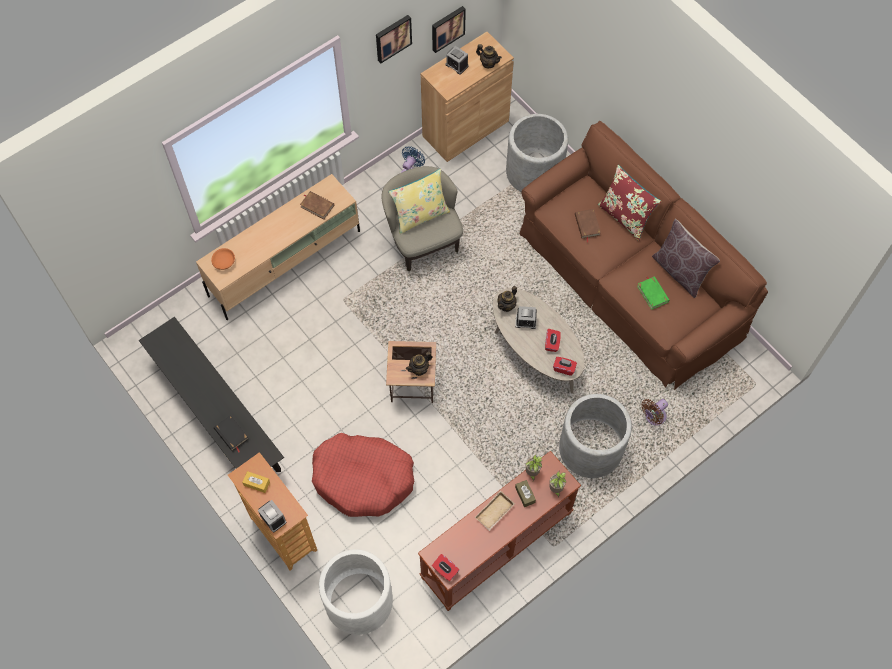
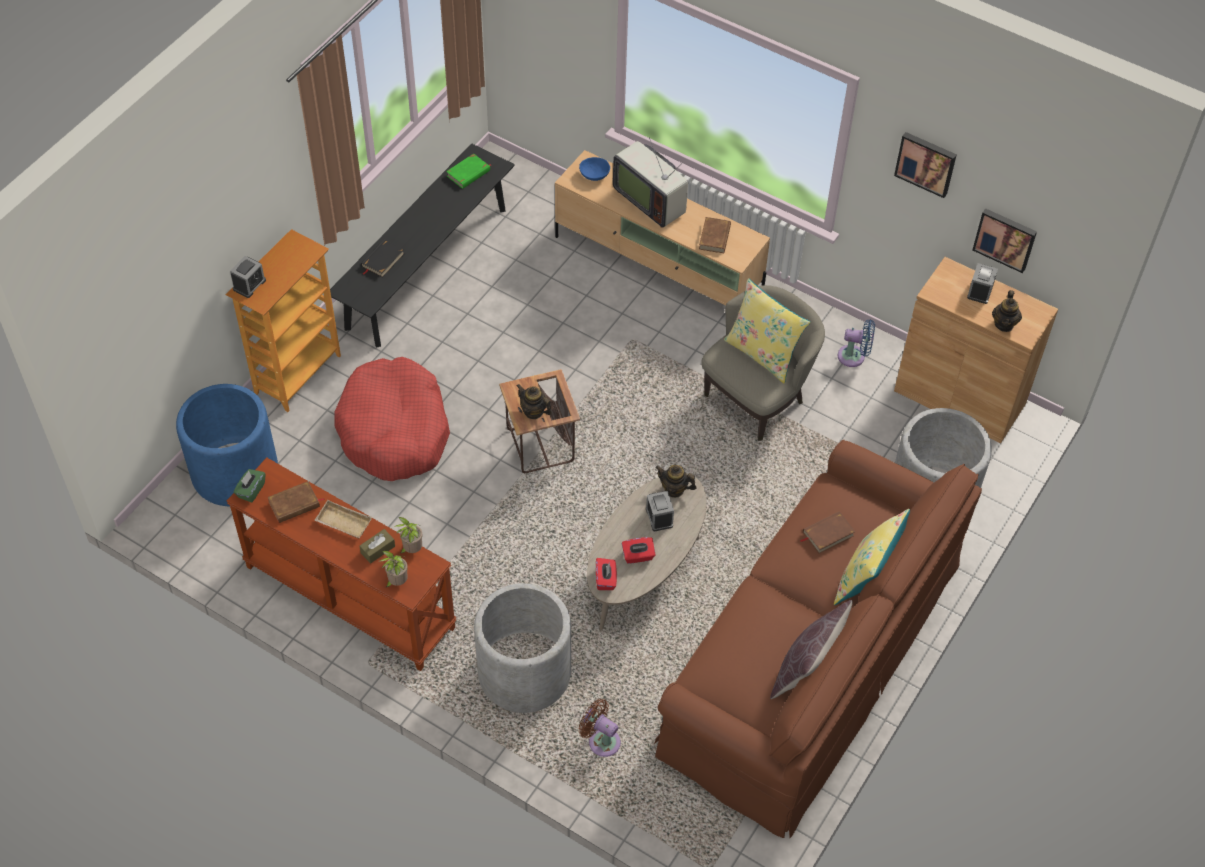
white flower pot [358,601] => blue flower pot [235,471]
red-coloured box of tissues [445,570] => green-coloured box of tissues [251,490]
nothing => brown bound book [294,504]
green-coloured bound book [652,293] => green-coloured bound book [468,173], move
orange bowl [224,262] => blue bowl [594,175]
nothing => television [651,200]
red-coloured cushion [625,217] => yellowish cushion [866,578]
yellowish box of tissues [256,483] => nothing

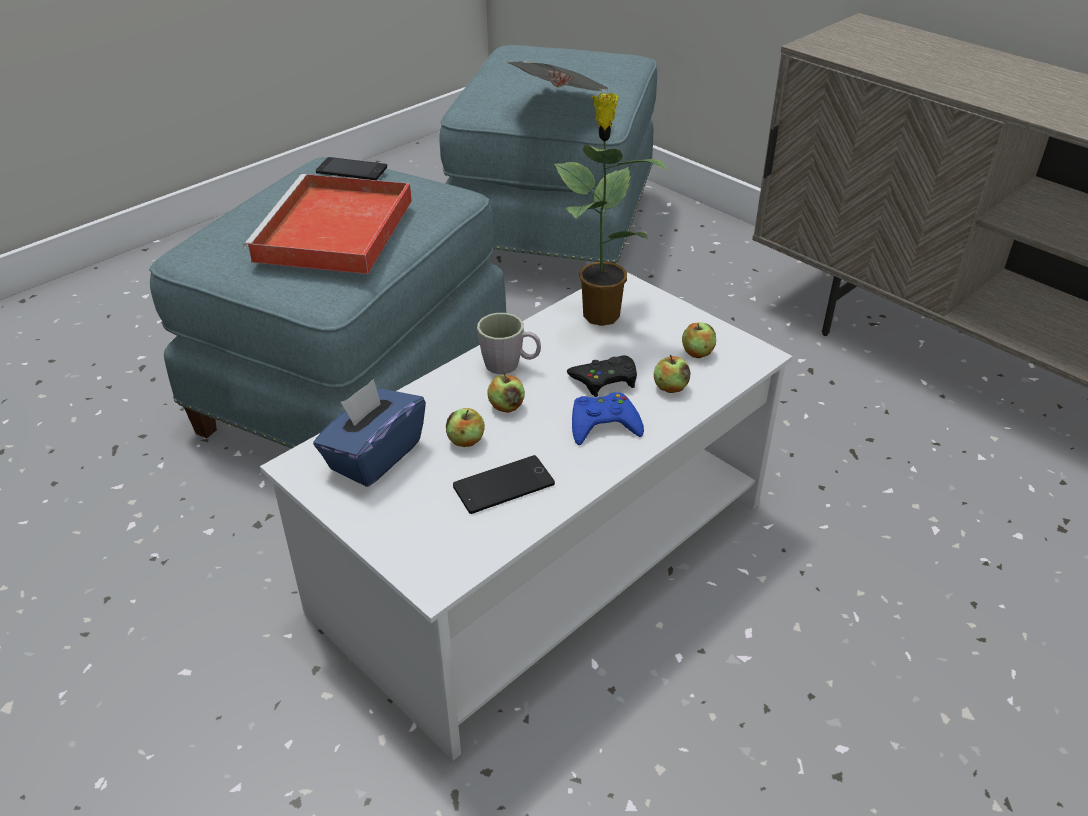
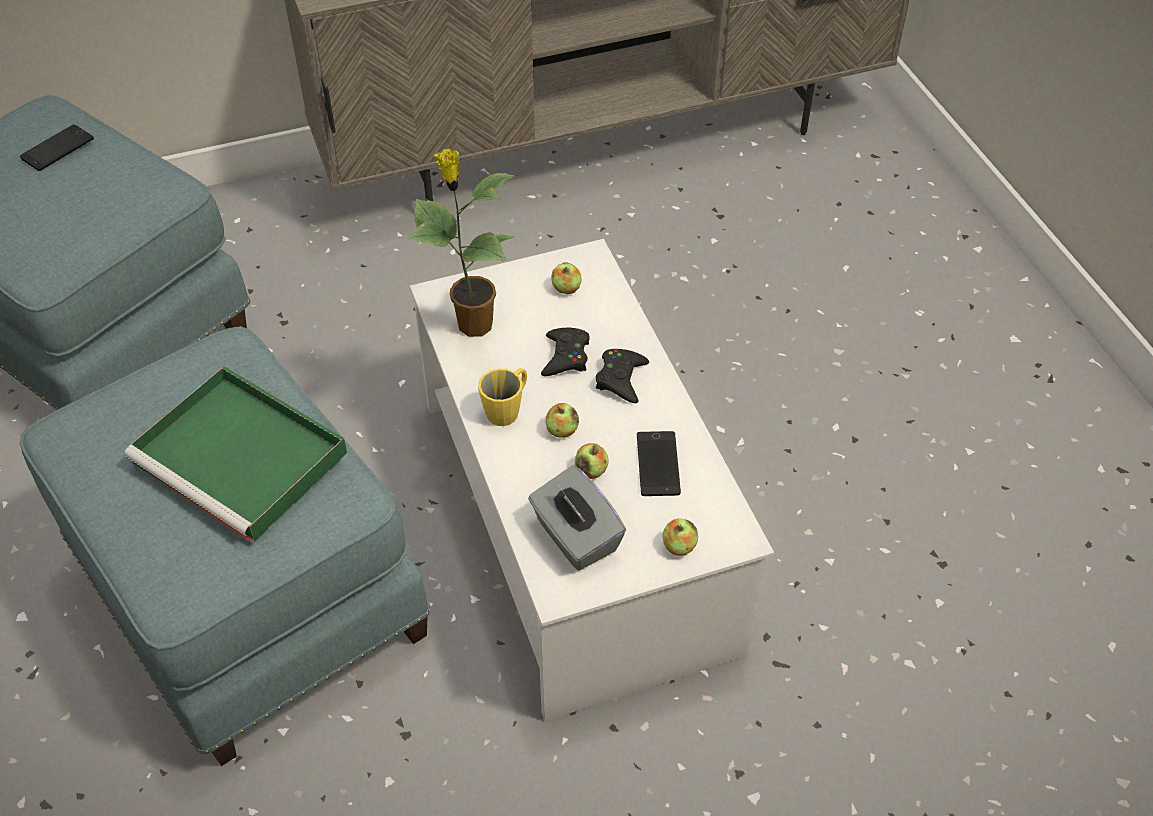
handset [351,170] => handset [57,148], move
red-coloured serving tray [334,232] => green-coloured serving tray [243,458]
greyish tea mug [510,365] => yellowish tea mug [507,409]
blue box of tissues [374,456] => greyish box of tissues [575,537]
blue game controller [603,425] => black-coloured game controller [621,379]
apple fruit [670,387] => apple fruit [679,546], move
daily paper [561,105] => nothing

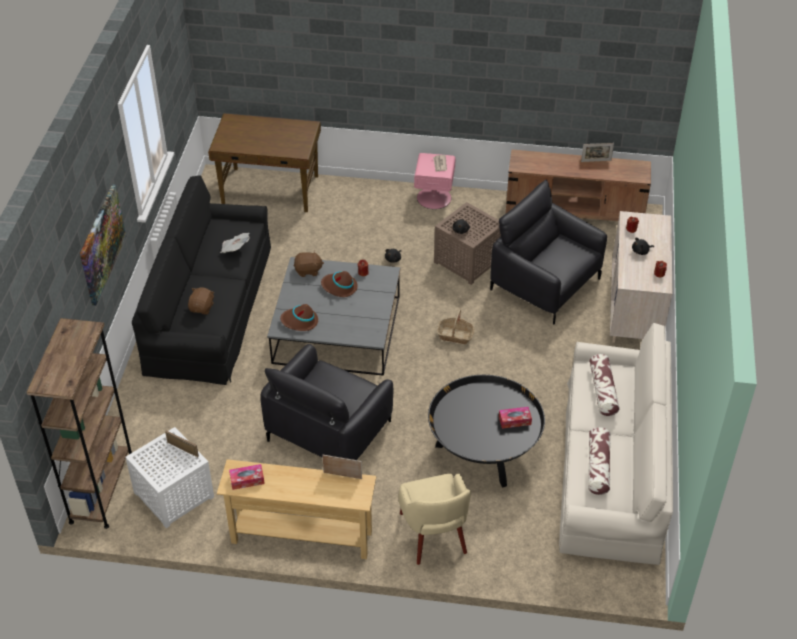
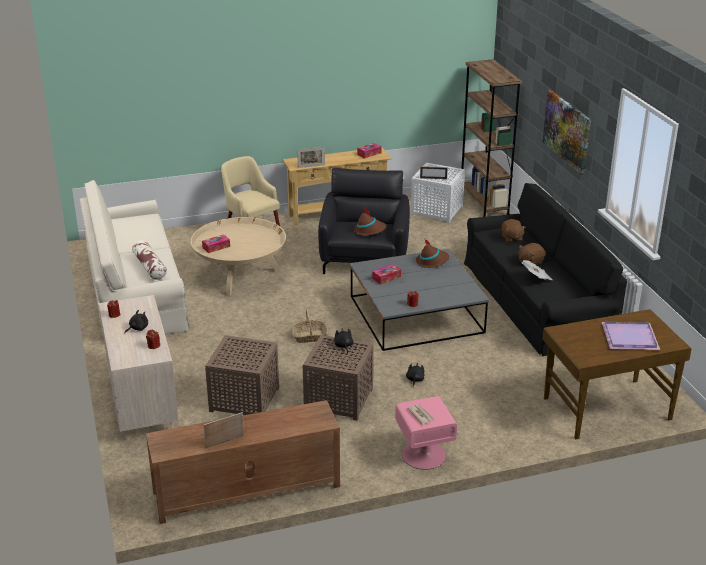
black-coloured coffee table [483,450] => sand-coloured coffee table [240,276]
black-coloured armchair [545,284] => brown side table [245,400]
brown wearable hat [339,287] => brown wearable hat [369,230], move
nothing => box of tissues [386,278]
brown cuddly toy [308,271] => brown cuddly toy [530,262], move
nothing => purple-coloured serving tray [631,338]
cushion [598,466] => nothing

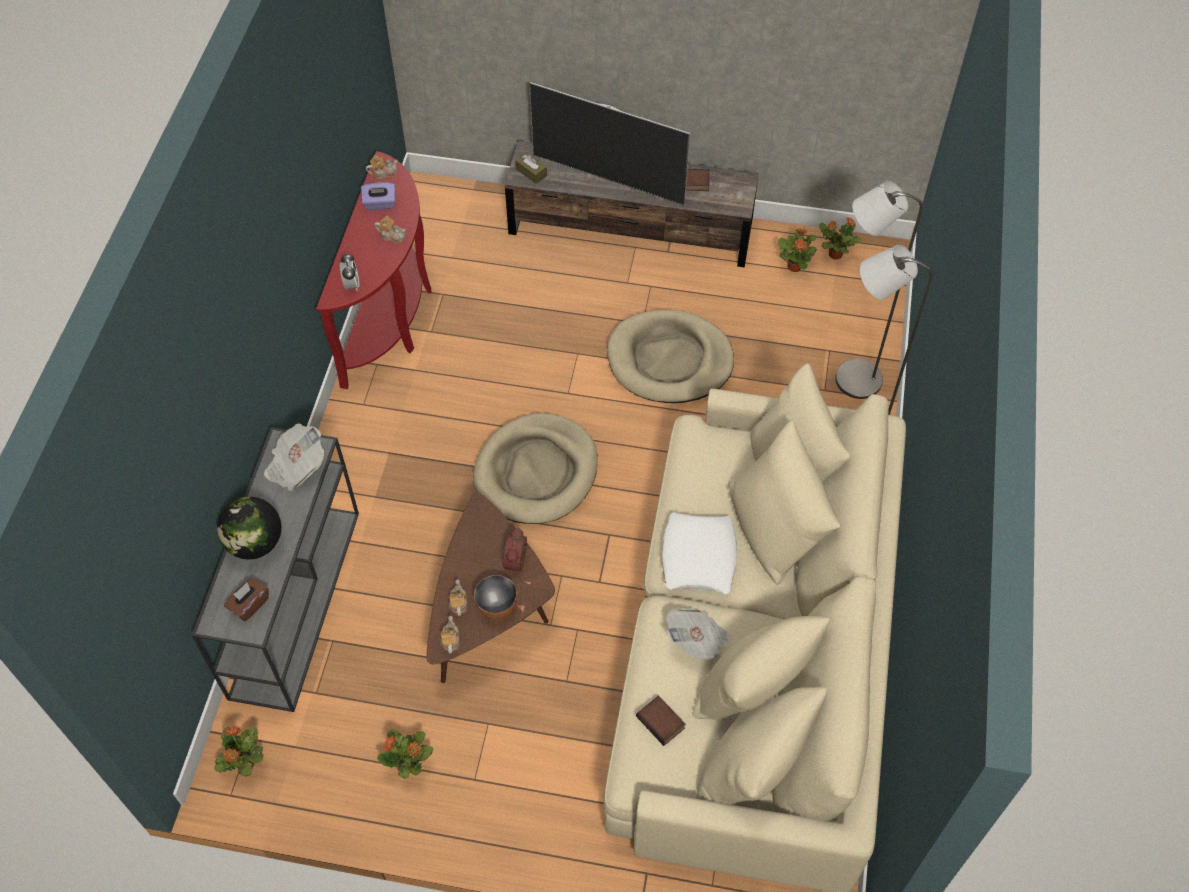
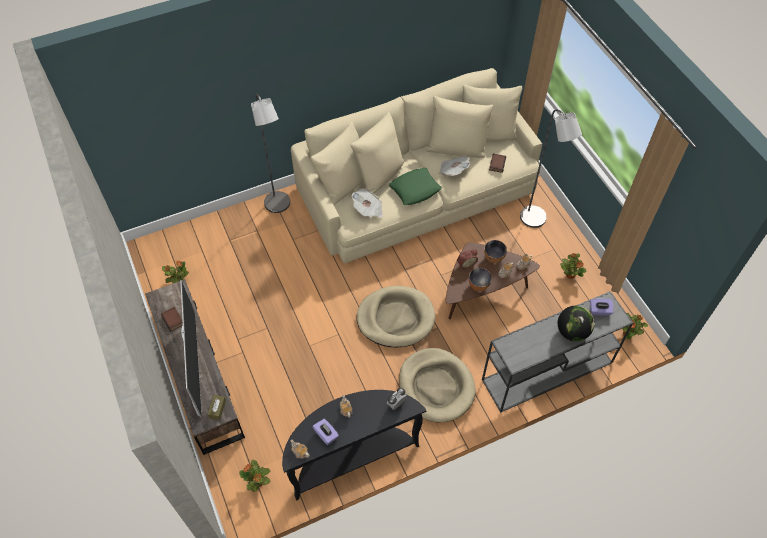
plant in a pot [834,254] => plant in a pot [258,483], move
red-coloured narrow table [392,317] => black-coloured narrow table [351,456]
daily paper [296,466] => daily paper [368,209], move
white cushion [699,557] => green-coloured cushion [415,189]
sand-coloured pet bed [669,360] => sand-coloured pet bed [436,386], move
nothing => bowl [478,286]
greyish floor lamp [849,379] => greyish floor lamp [536,220], move
brown box of tissues [249,605] => purple-coloured box of tissues [599,311]

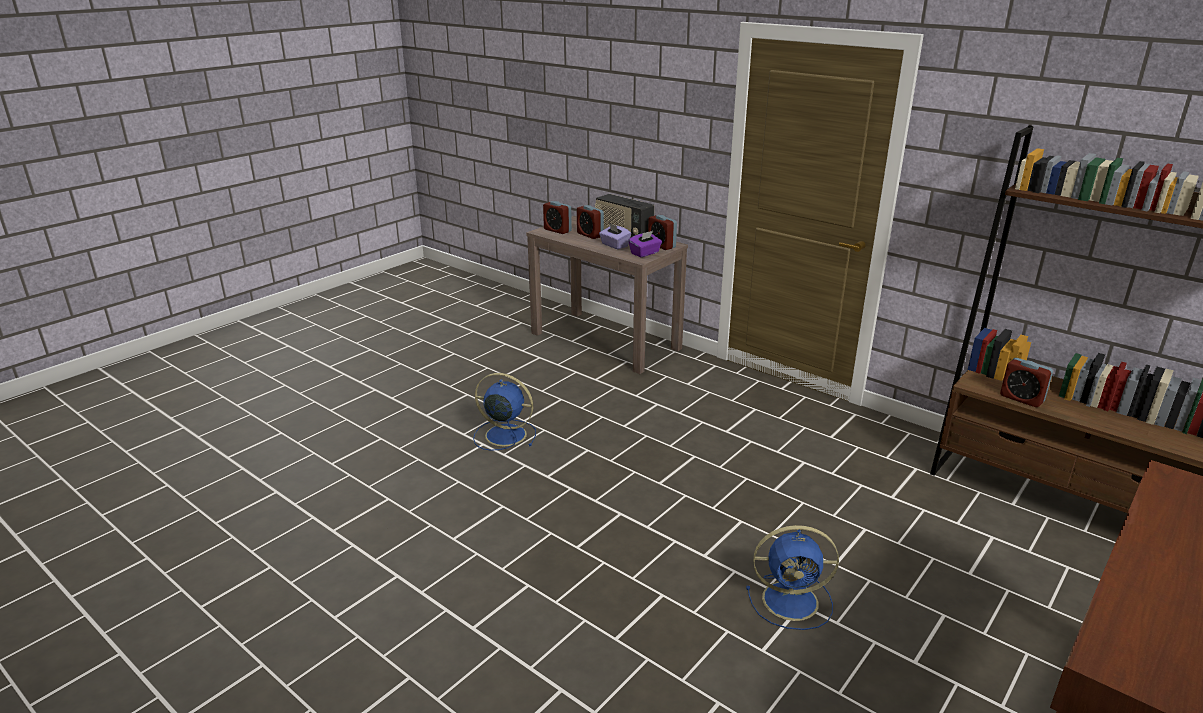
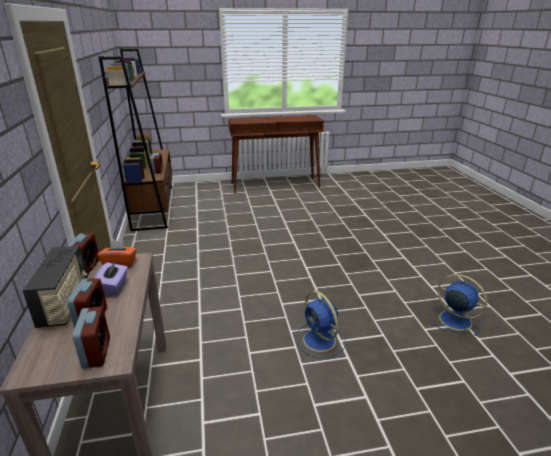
purple-coloured box of tissues [645,253] => orange box of tissues [120,264]
blue fan [792,601] => blue fan [453,319], move

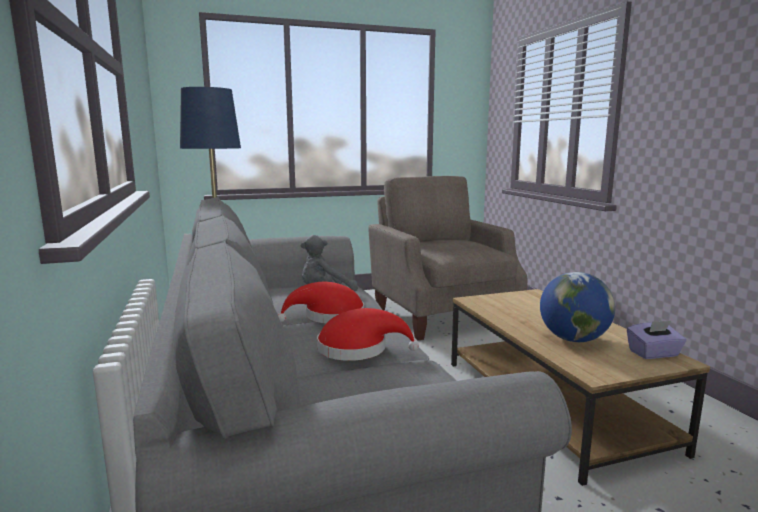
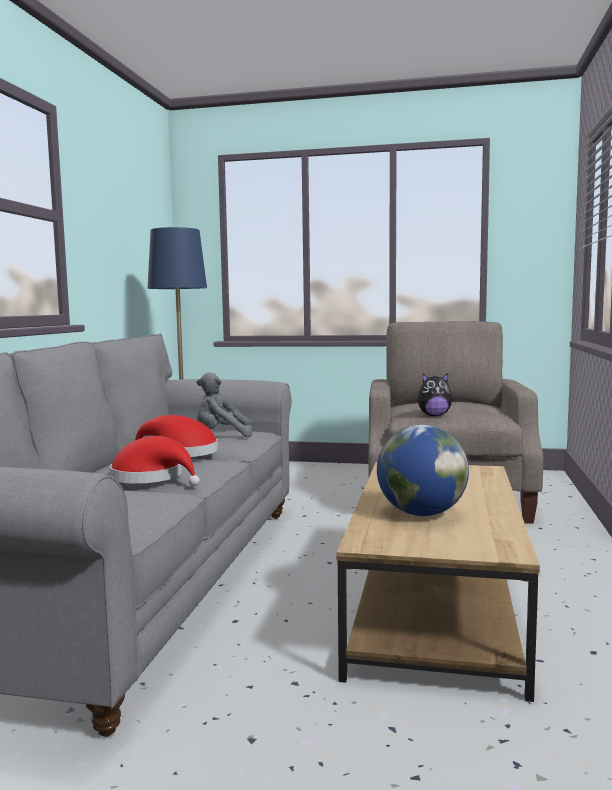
nothing => cuddly toy [434,415]
purple-coloured box of tissues [654,354] => nothing

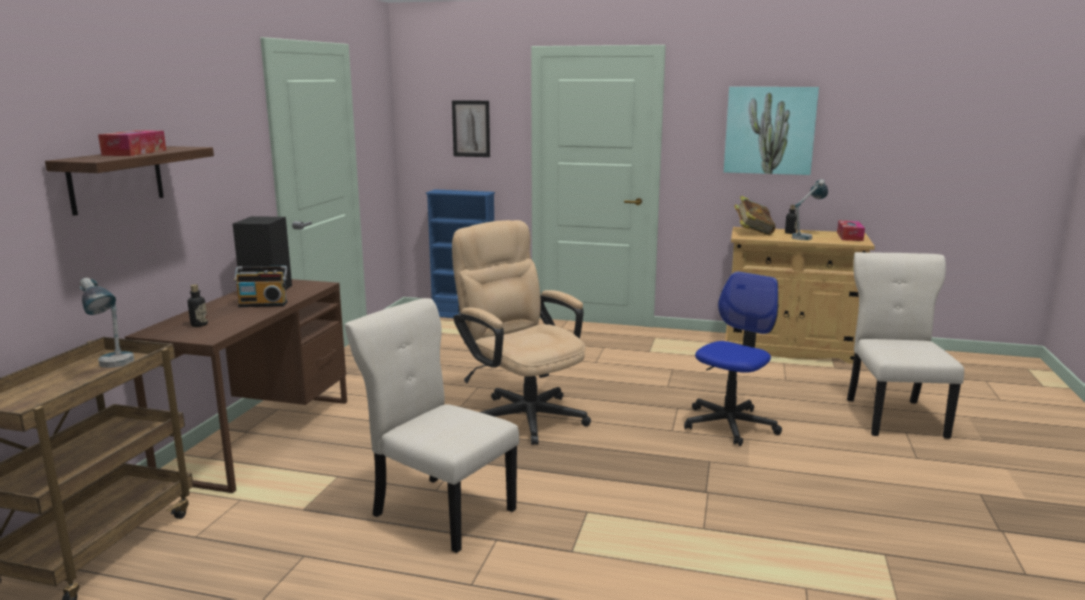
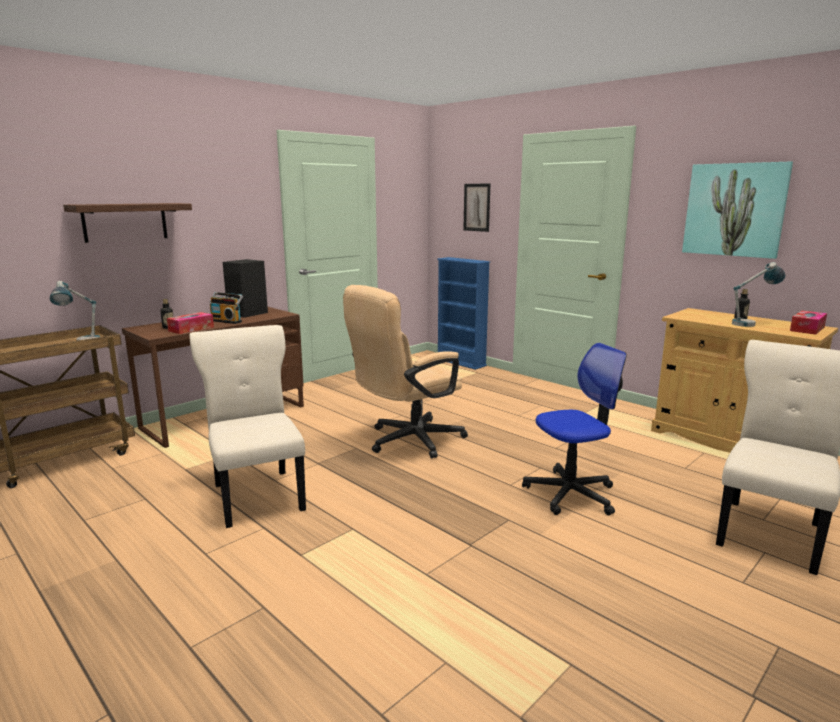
box of tissues [134,153] => box of tissues [191,329], move
sand-coloured office chair [522,413] => sand-coloured office chair [407,441], 120 degrees counterclockwise
bound book [753,232] => nothing

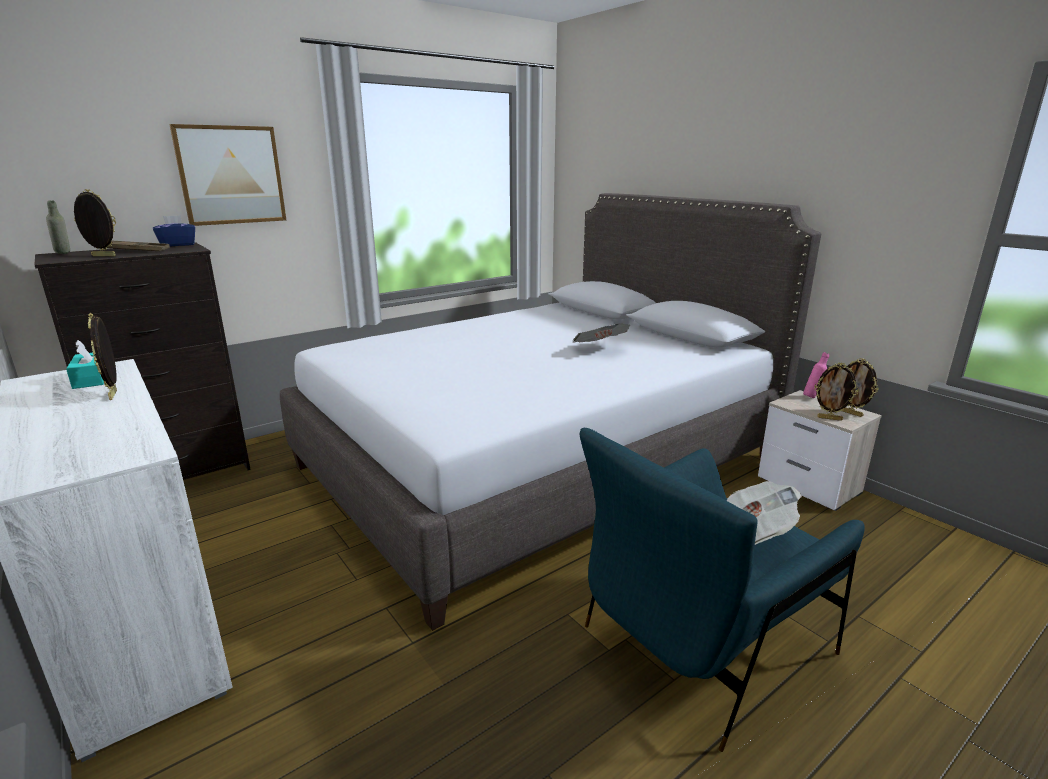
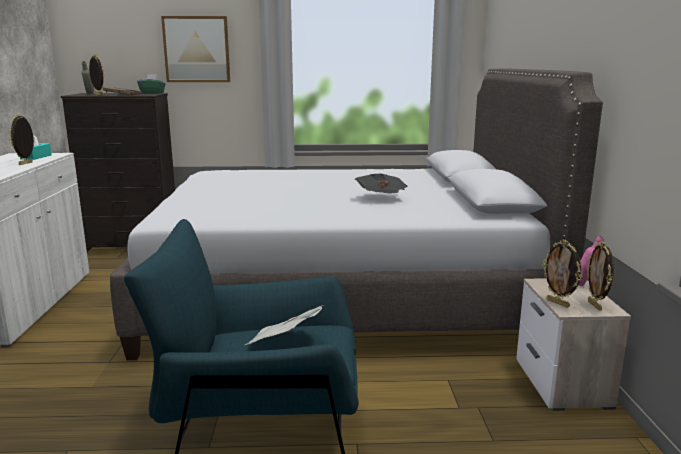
blue box of tissues [177,245] => green-coloured box of tissues [152,93]

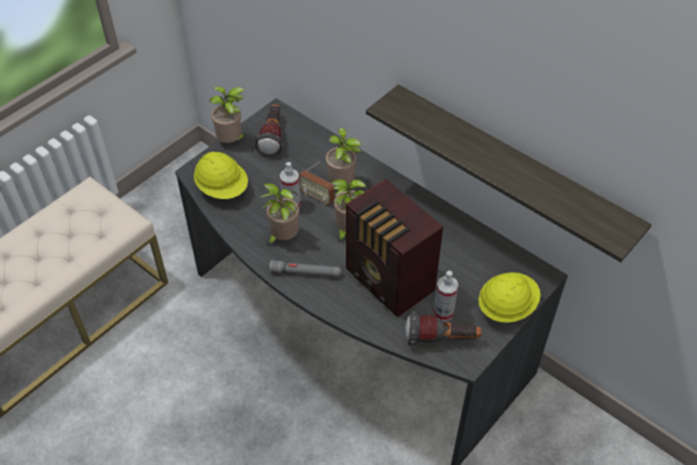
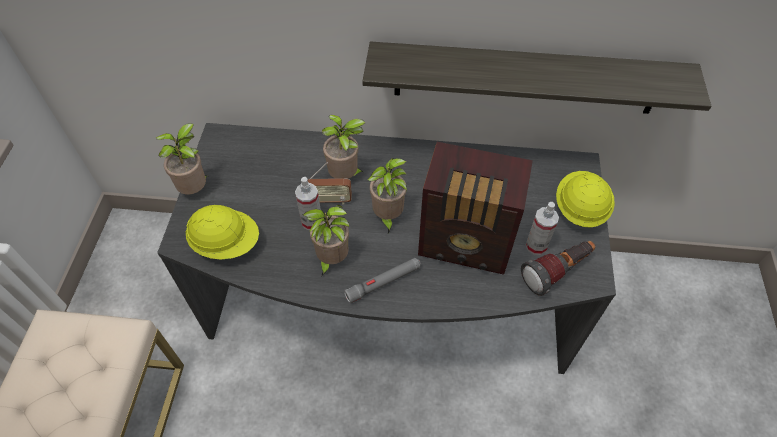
hand torch [272,137] => nothing

